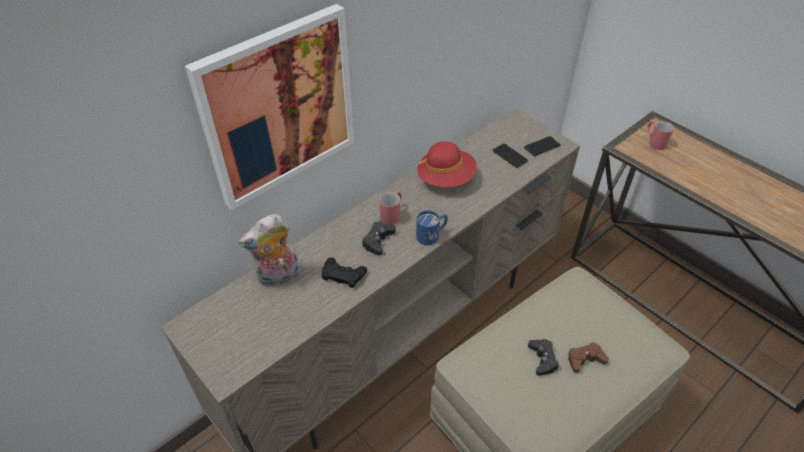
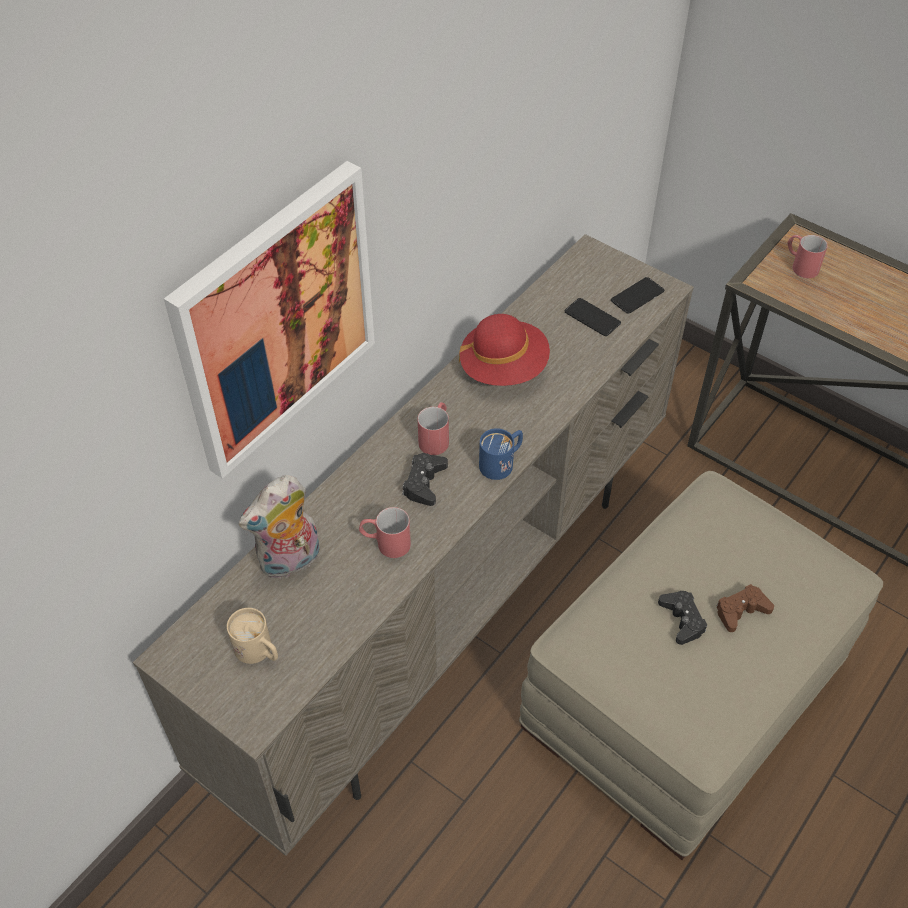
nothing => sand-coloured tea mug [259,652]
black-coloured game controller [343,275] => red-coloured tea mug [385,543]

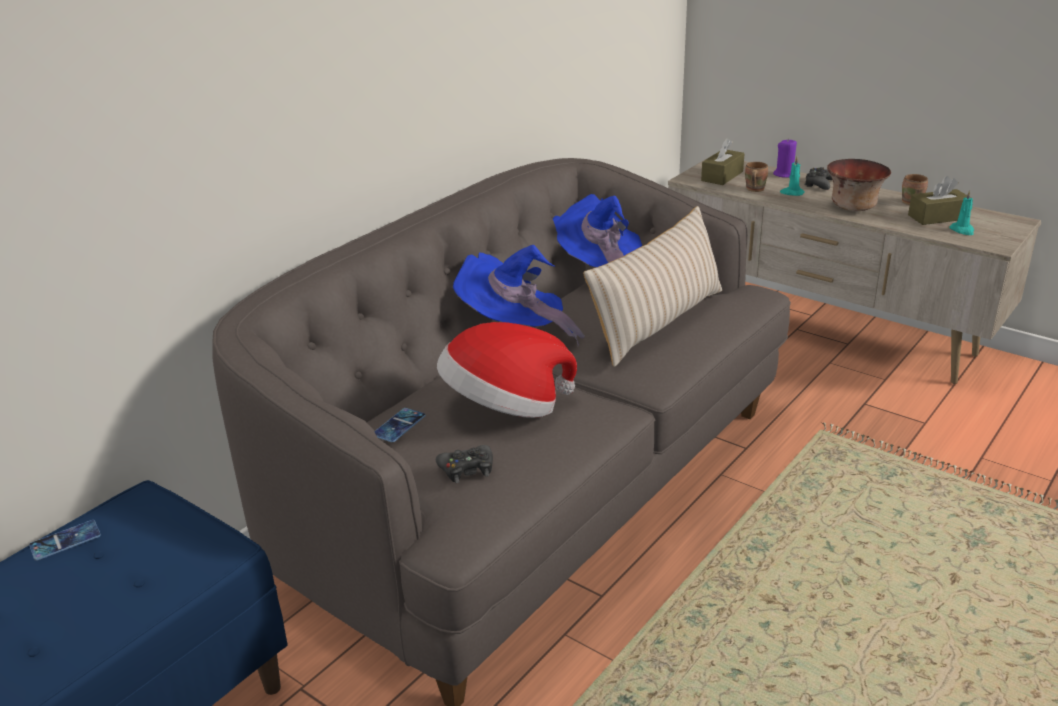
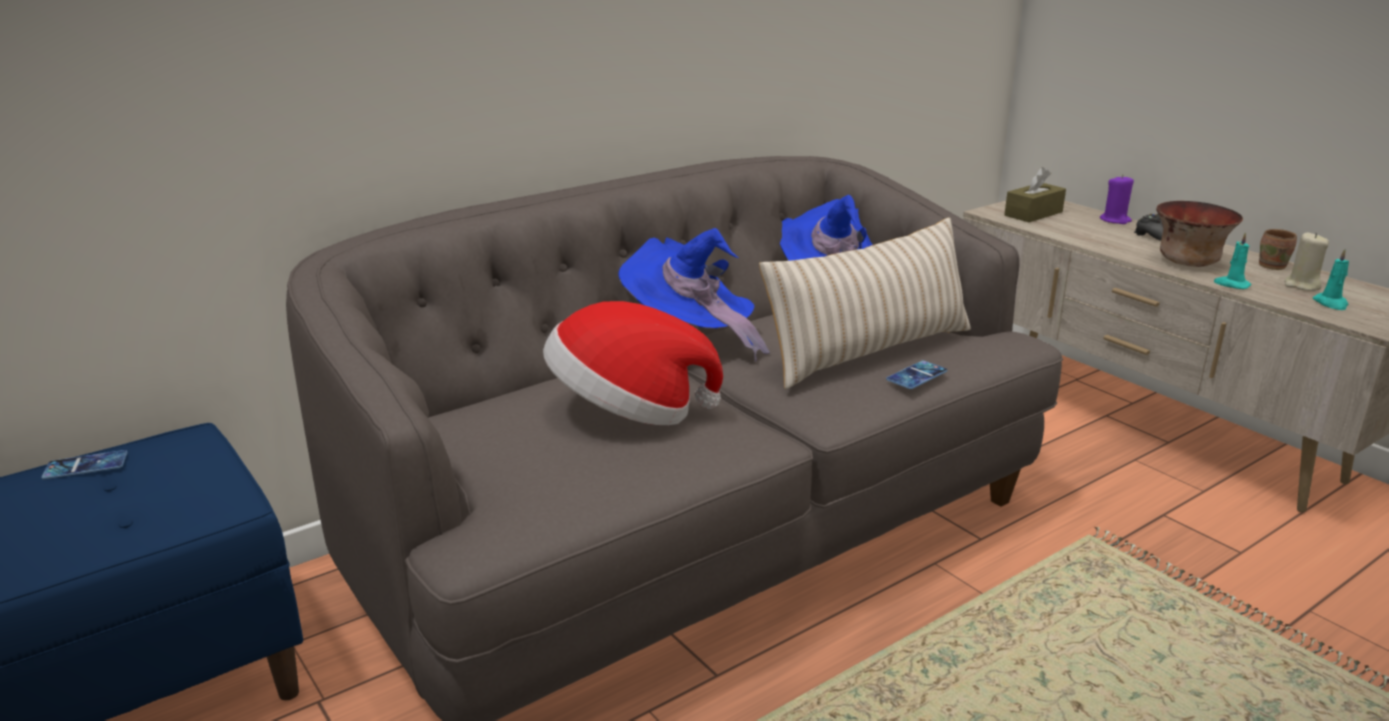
handset [399,425] => handset [917,375], move
turquoise-coloured wax candle [791,193] => turquoise-coloured wax candle [1231,284], move
brown box of tissues [937,217] => sand-coloured wax candle [1302,285]
black-coloured game controller [467,469] => nothing
brown tea mug [753,189] => nothing

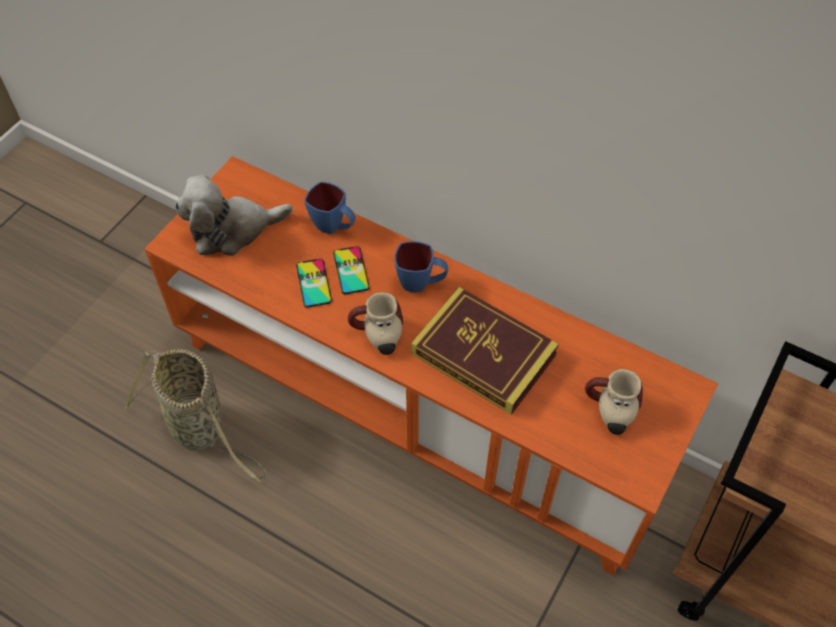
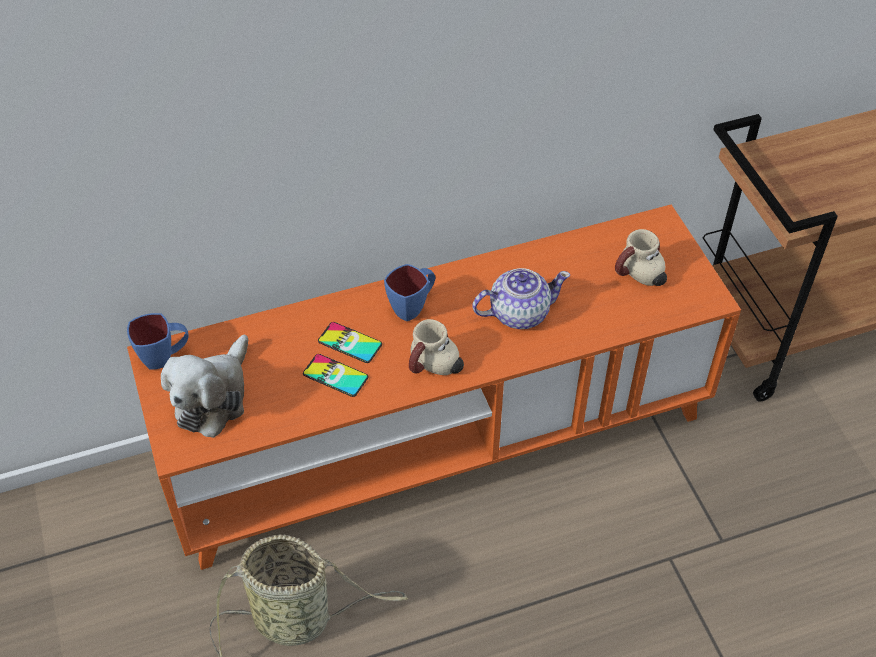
blue tea mug [334,227] => blue tea mug [165,357], move
bound book [483,354] => tea pot [518,313]

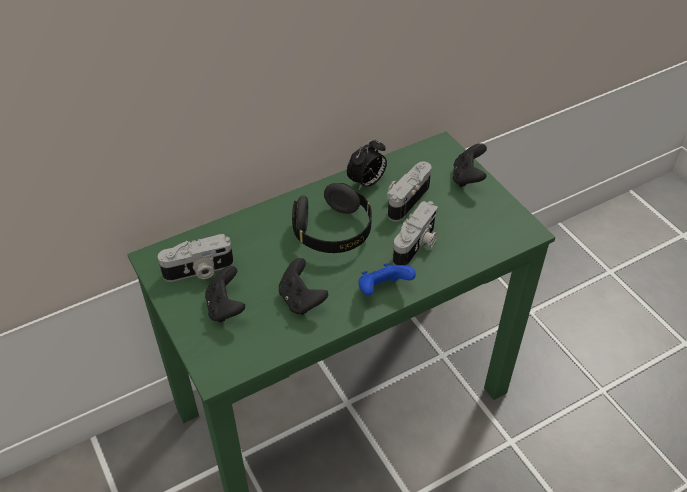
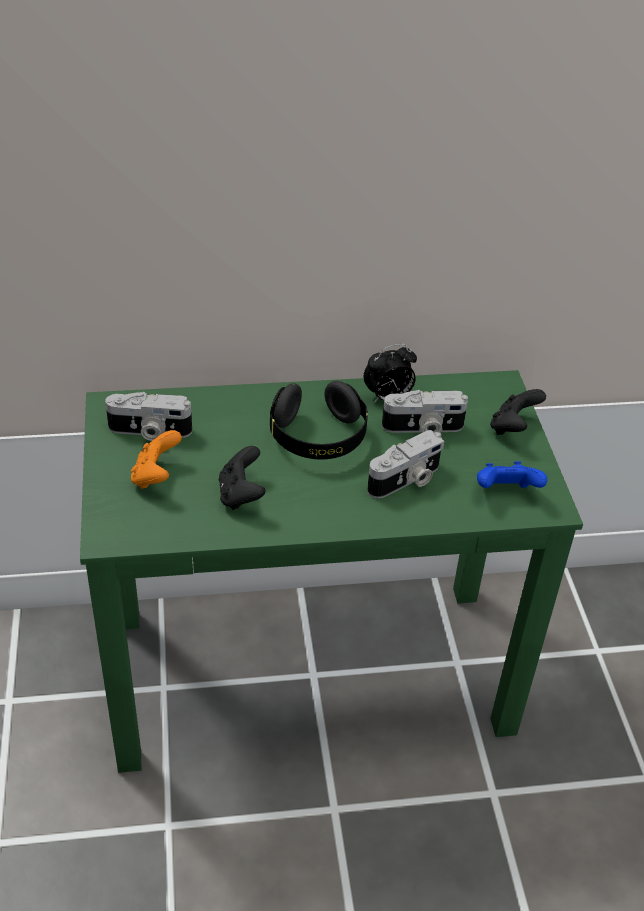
black-coloured game controller [225,307] => orange game controller [156,476]
photo camera [405,199] => photo camera [423,428], 150 degrees counterclockwise
blue game controller [382,290] => blue game controller [505,493], move

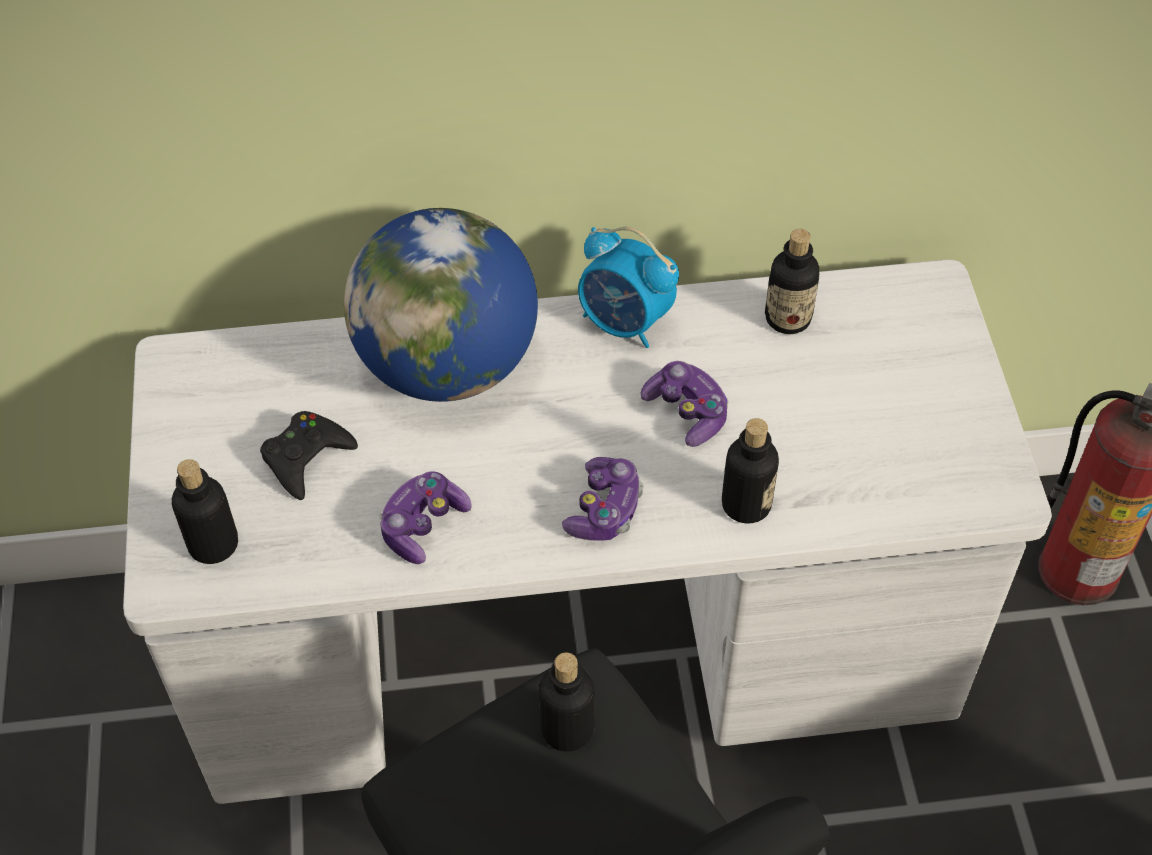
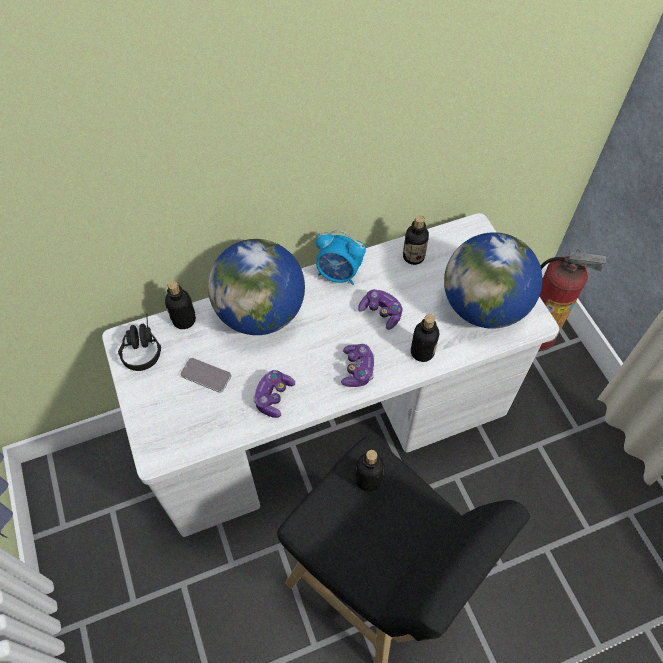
nothing => black-coloured headphones [141,346]
bottle [213,544] => bottle [184,320], move
black-coloured game controller [306,458] => handset [206,375]
nothing => globe [483,307]

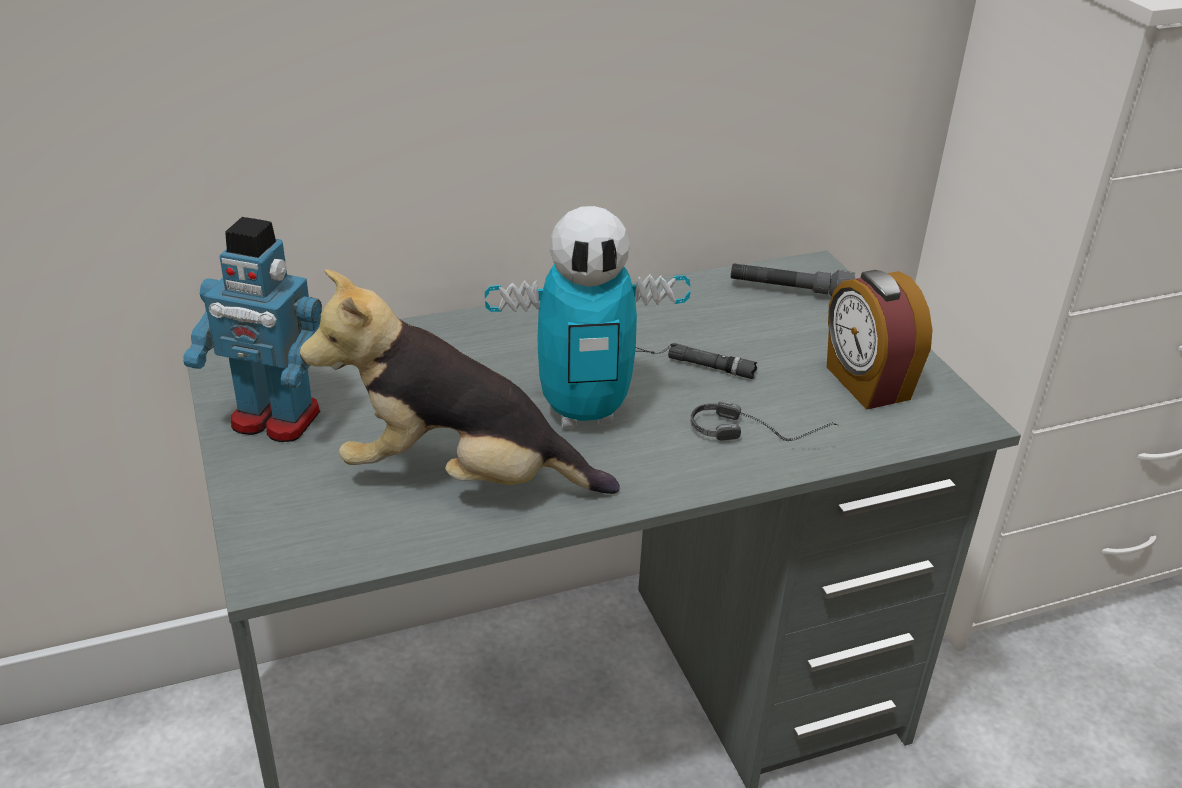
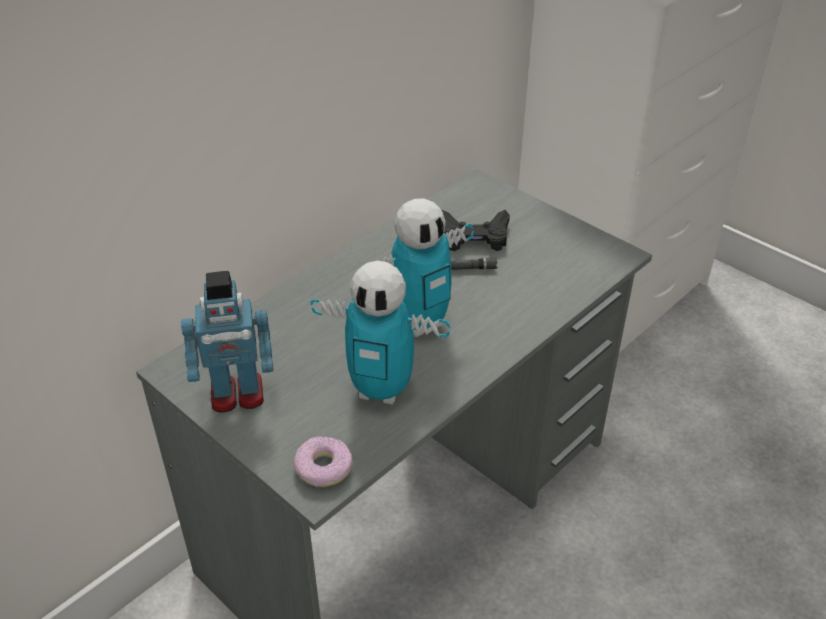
nothing => doughnut [323,468]
cuddly toy [461,478] => robot figure [381,390]
nothing => black-coloured game controller [474,236]
headphones [760,433] => nothing
greyish hand torch [789,292] => nothing
table clock [865,383] => nothing

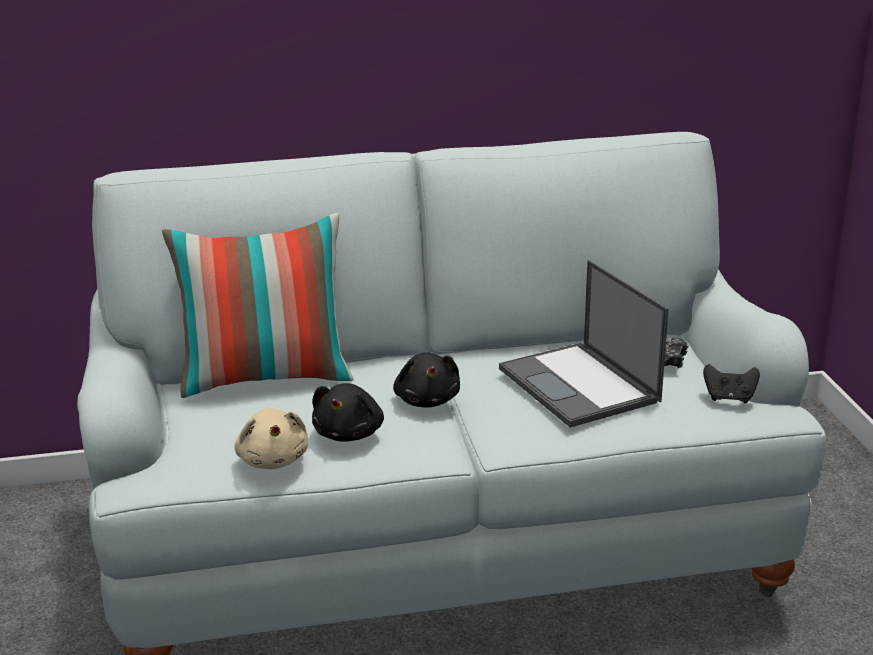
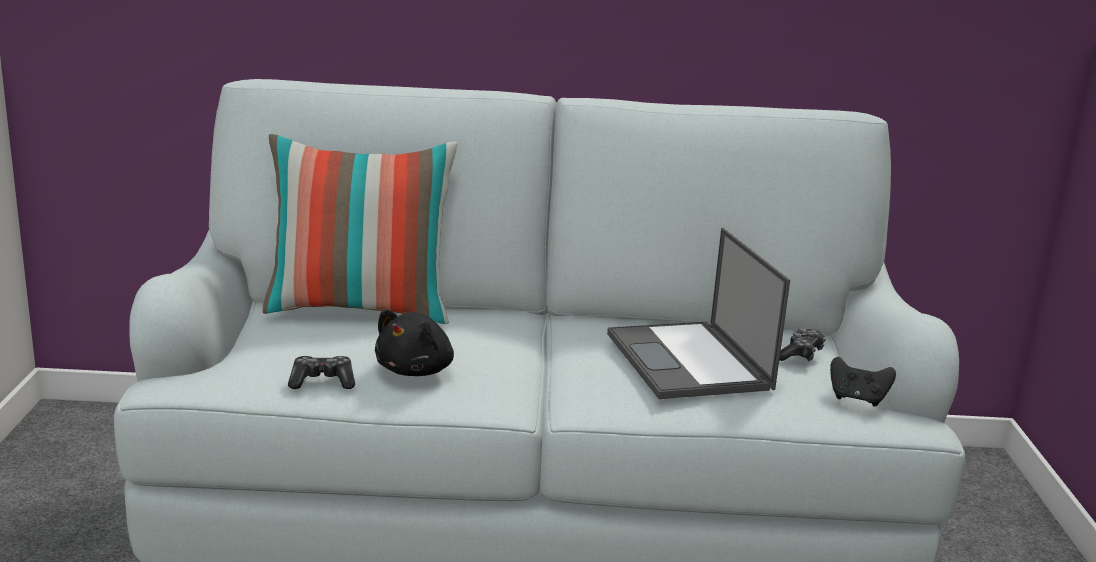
sand-coloured cuddly toy [273,459] => game controller [322,382]
black-coloured cuddly toy [427,400] => nothing

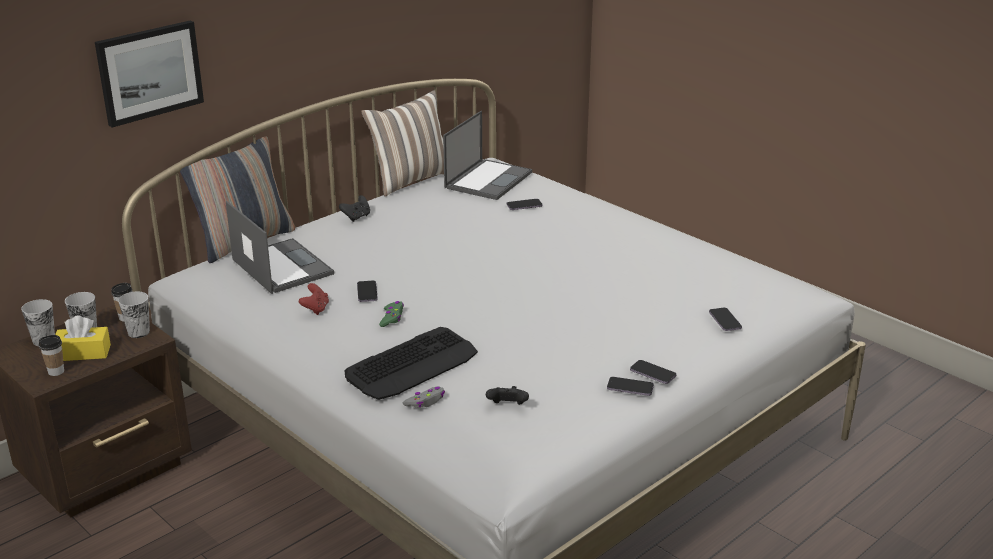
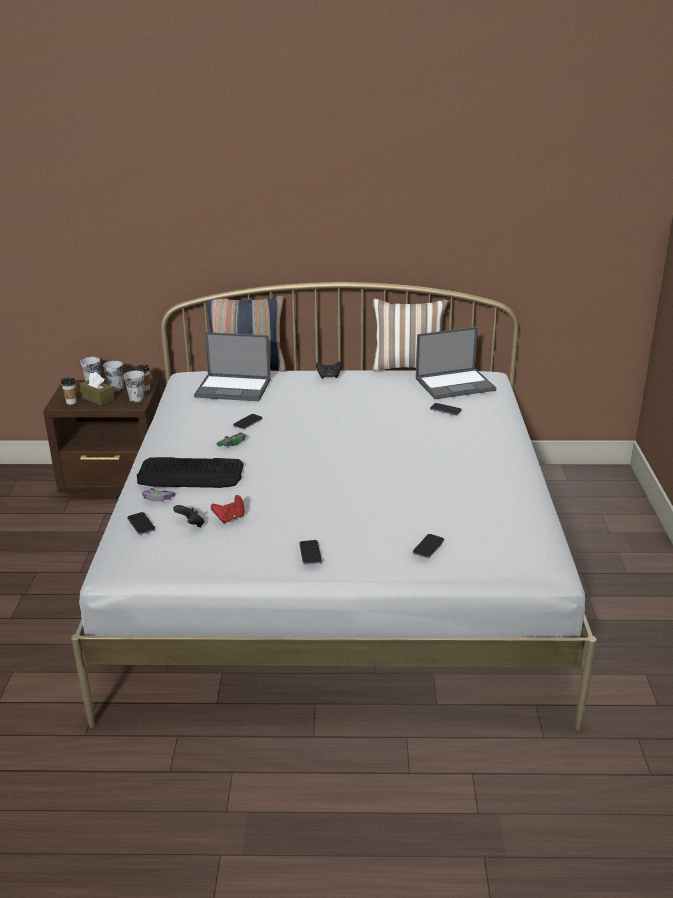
yellowish box of tissues [83,353] => brown box of tissues [97,398]
handset [630,388] => handset [141,524], move
portable computer [281,266] => portable computer [234,388], 90 degrees clockwise
red-coloured game controller [315,309] => red-coloured game controller [230,518], move
wall art [149,72] => nothing

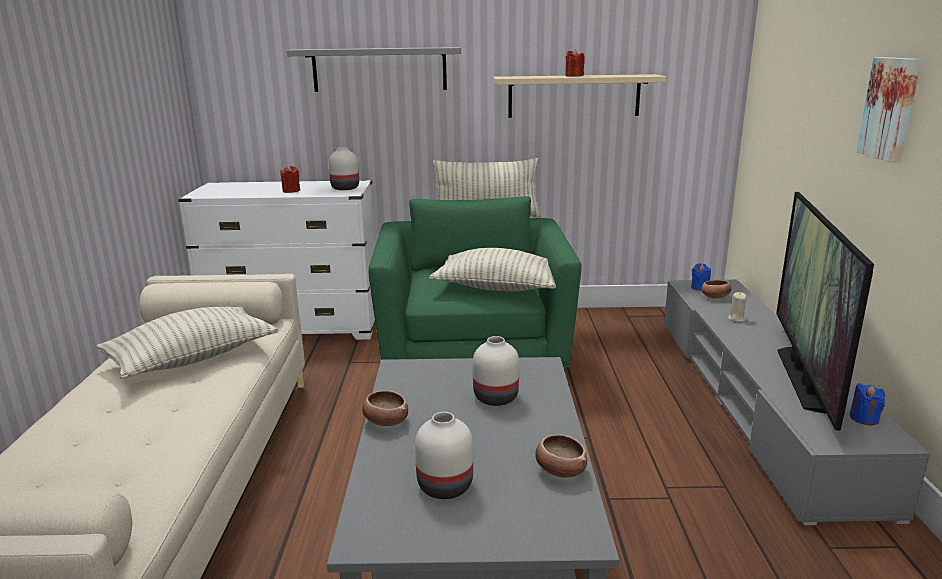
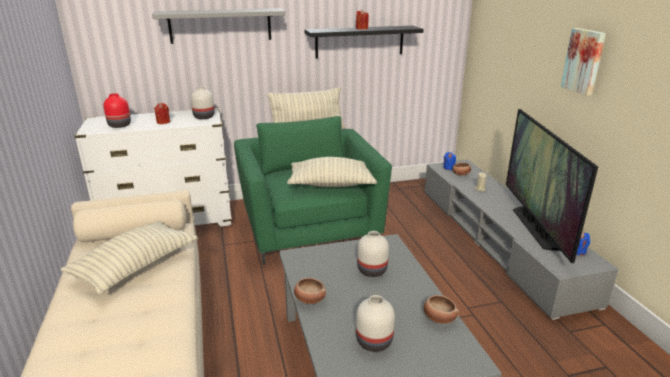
nothing => red-coloured decorative vase [120,125]
sand-coloured shelf [574,96] => black-coloured shelf [359,41]

